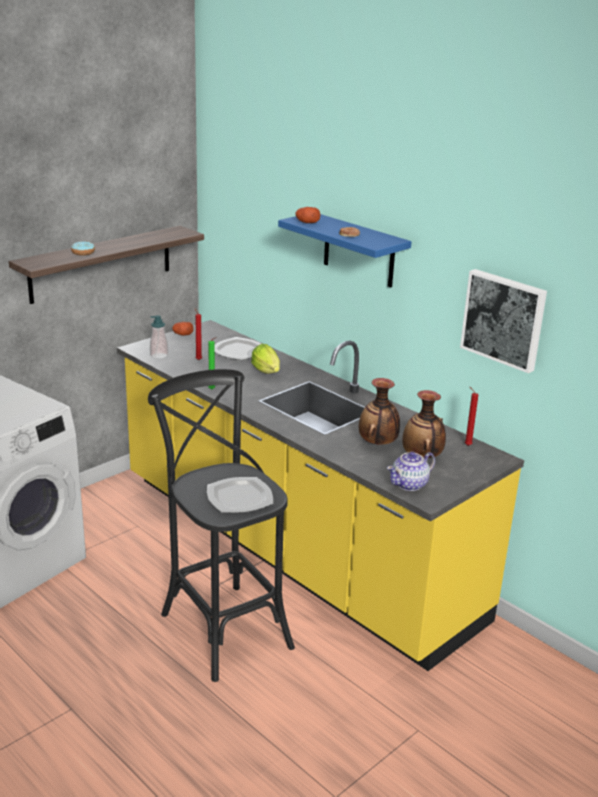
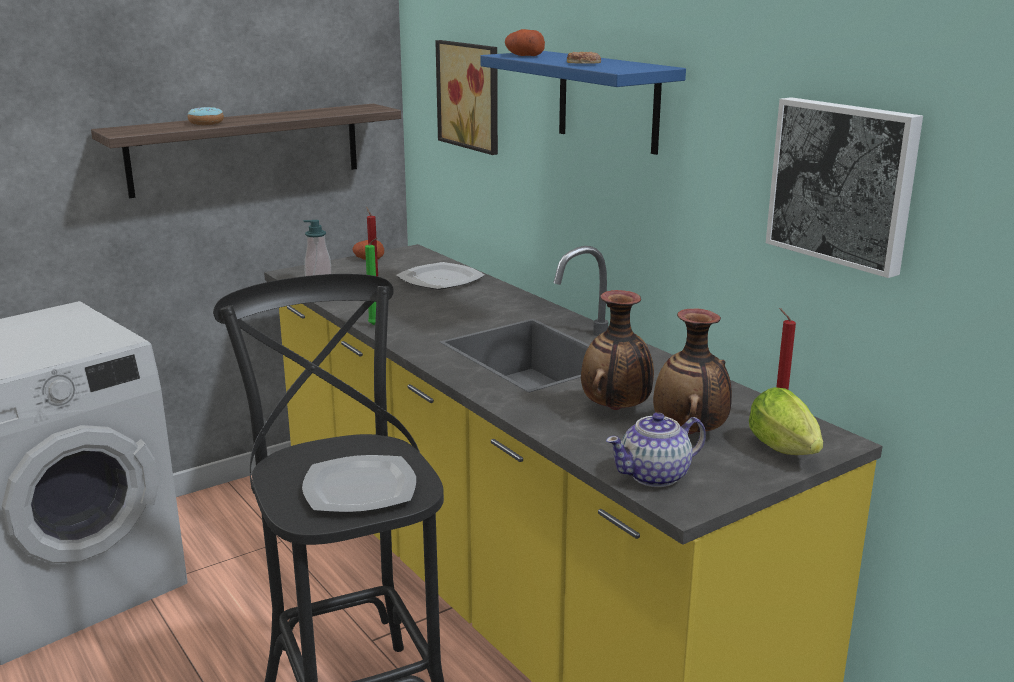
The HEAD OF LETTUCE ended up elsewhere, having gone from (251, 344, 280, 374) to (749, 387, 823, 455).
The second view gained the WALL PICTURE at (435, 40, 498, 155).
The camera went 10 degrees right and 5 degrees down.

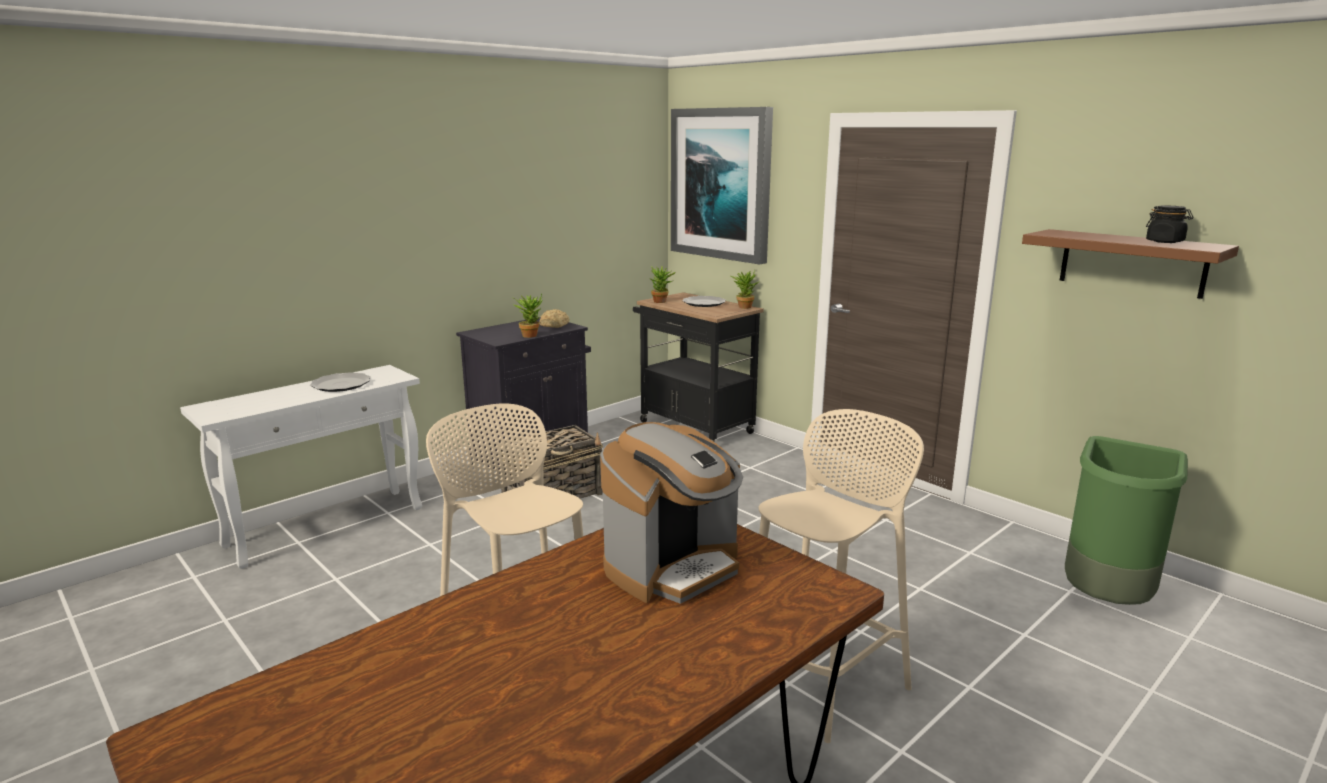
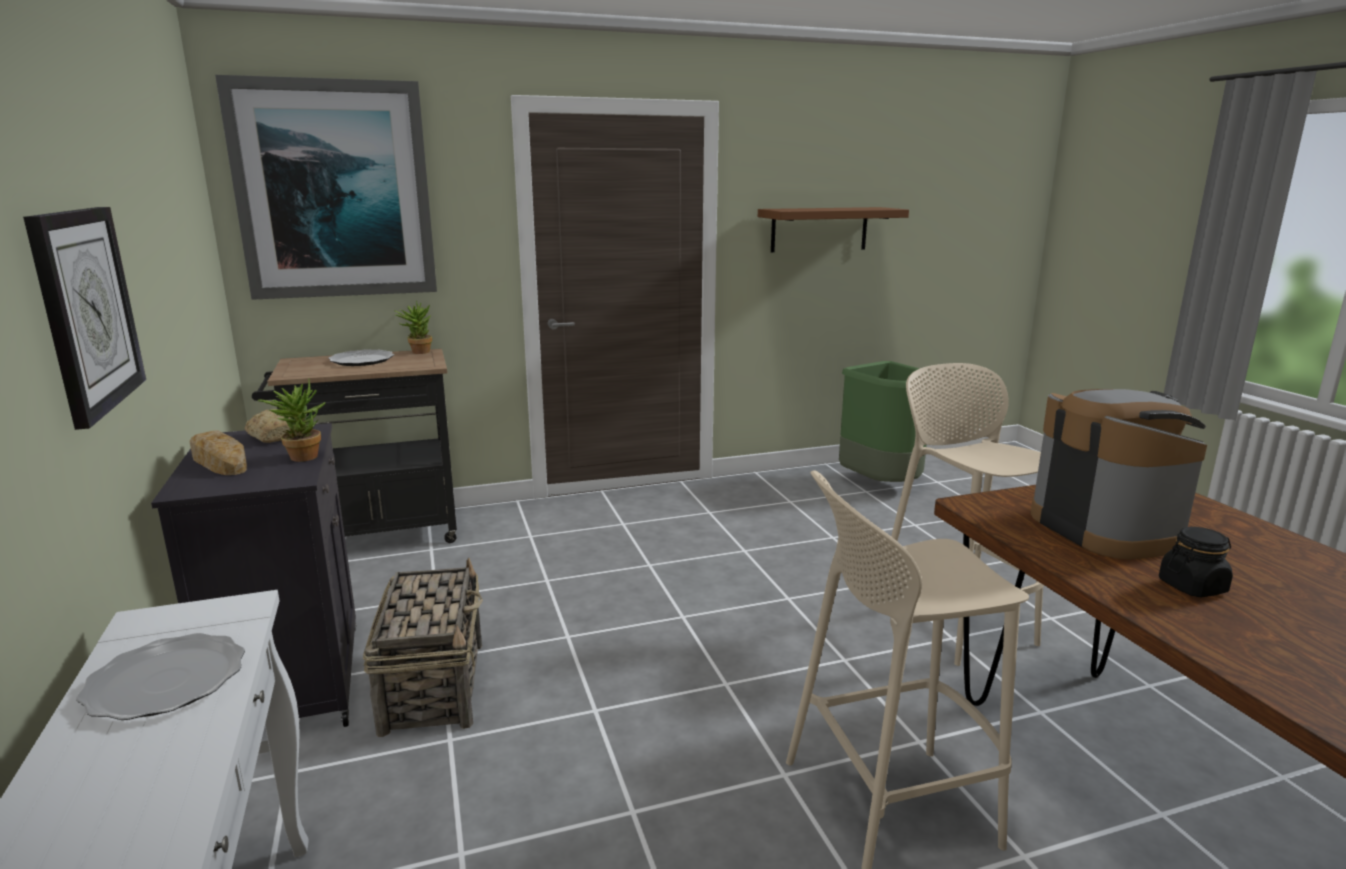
The BLACK STORAGE JAR ended up elsewhere, having gone from (1146, 206, 1193, 243) to (1159, 527, 1233, 597).
The second view lost the HOUSEPLANT at (650, 266, 675, 303).
The second view gained the WALL CLOCK at (23, 207, 146, 430).
The second view gained the BAKERY BREAD at (189, 430, 247, 475).
The camera went 65 degrees left and 0 degrees up.

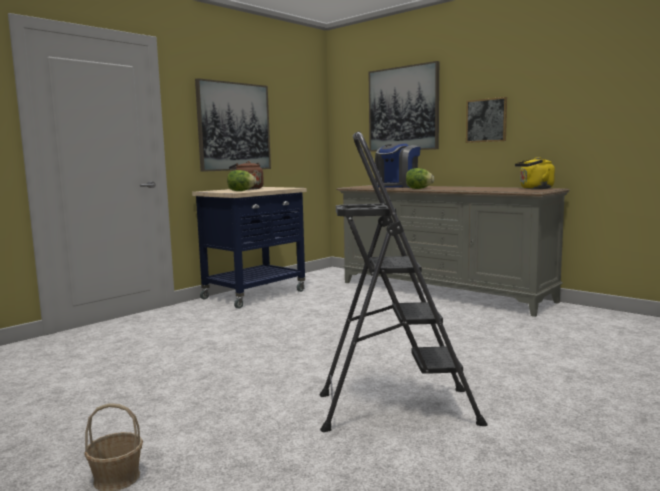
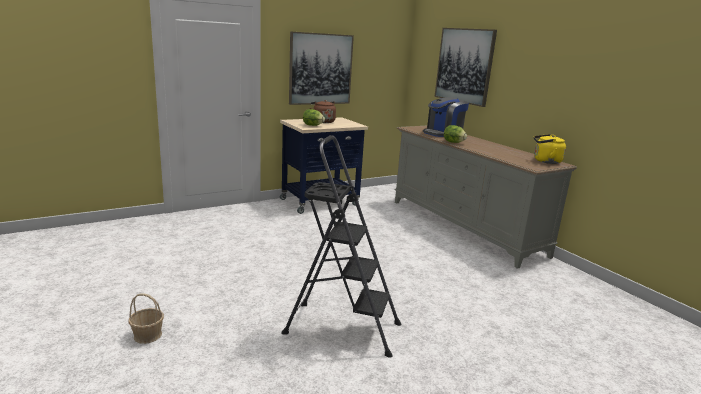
The second view lost the WALL PICTURE at (466, 97, 507, 143).
The camera went 15 degrees right and 10 degrees up.

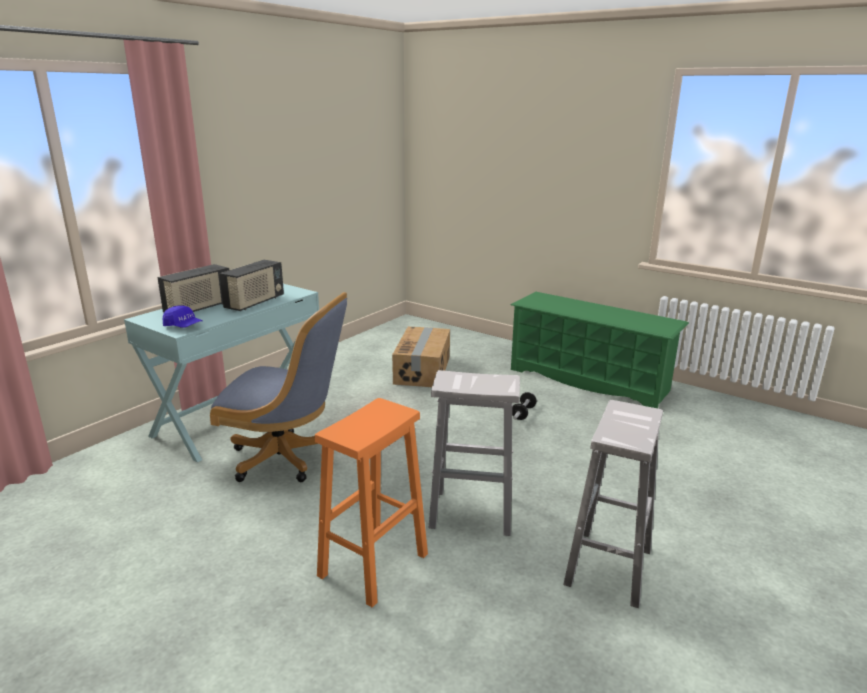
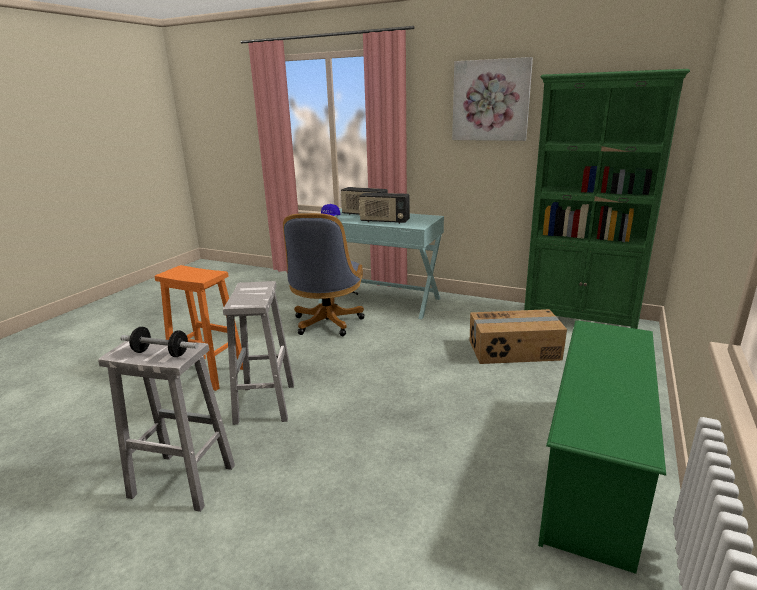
The FREE WEIGHT ended up elsewhere, having gone from (512, 392, 537, 420) to (120, 327, 199, 357).
The second view gained the WALL PICTURE at (452, 57, 533, 141).
The second view gained the GREEN-COLOURED SHELVING UNIT at (524, 69, 690, 329).
The camera went 80 degrees right and 0 degrees up.

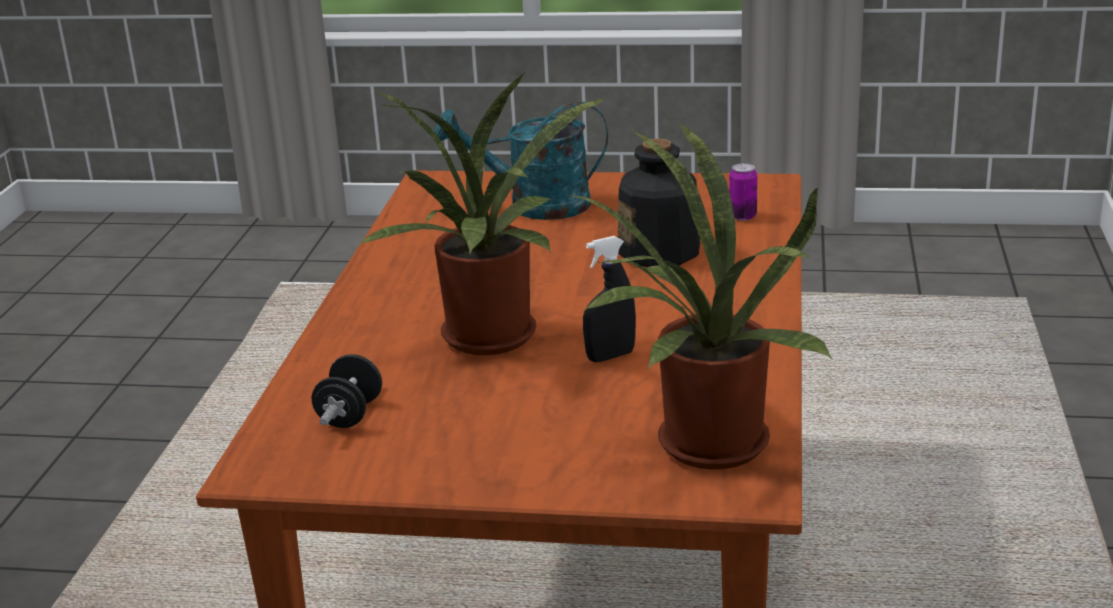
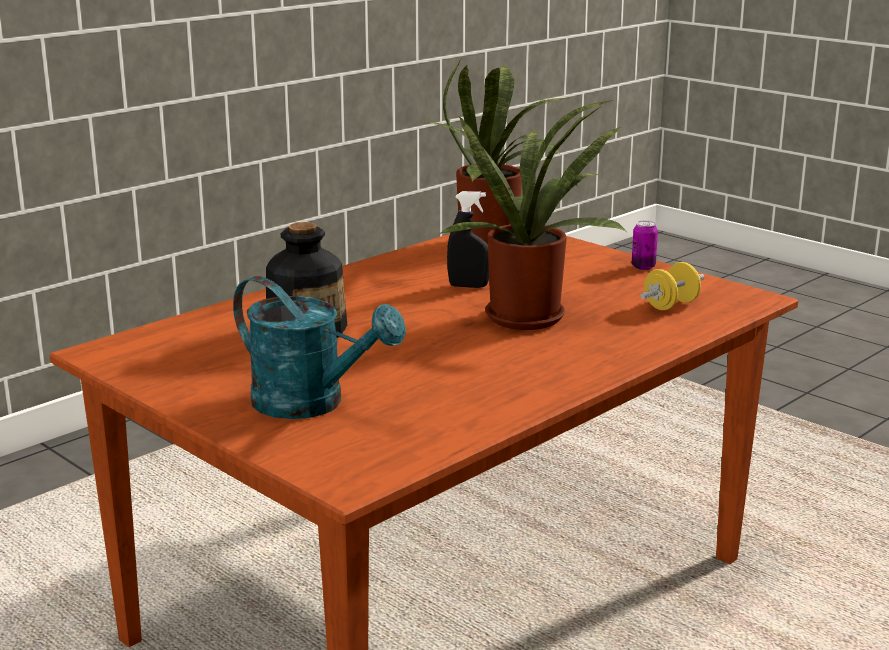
The METAL CAN ended up elsewhere, having gone from (729, 163, 758, 221) to (632, 221, 658, 270).
What was the BLACK FREE WEIGHT at (312, 354, 382, 428) turned into the YELLOWISH FREE WEIGHT at (641, 262, 704, 310).
The camera went 145 degrees left and 5 degrees down.

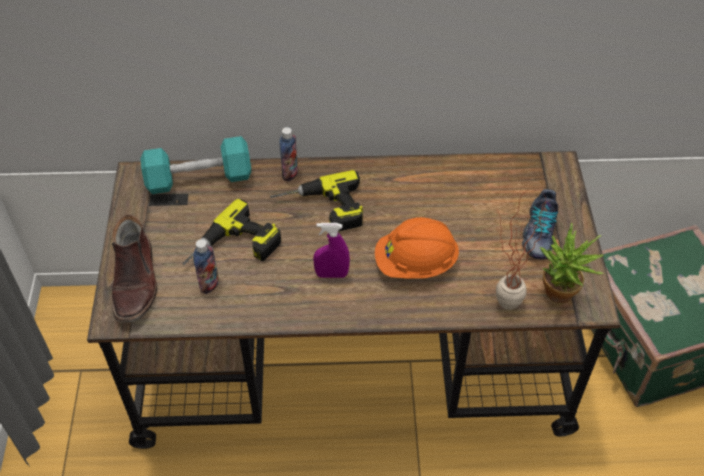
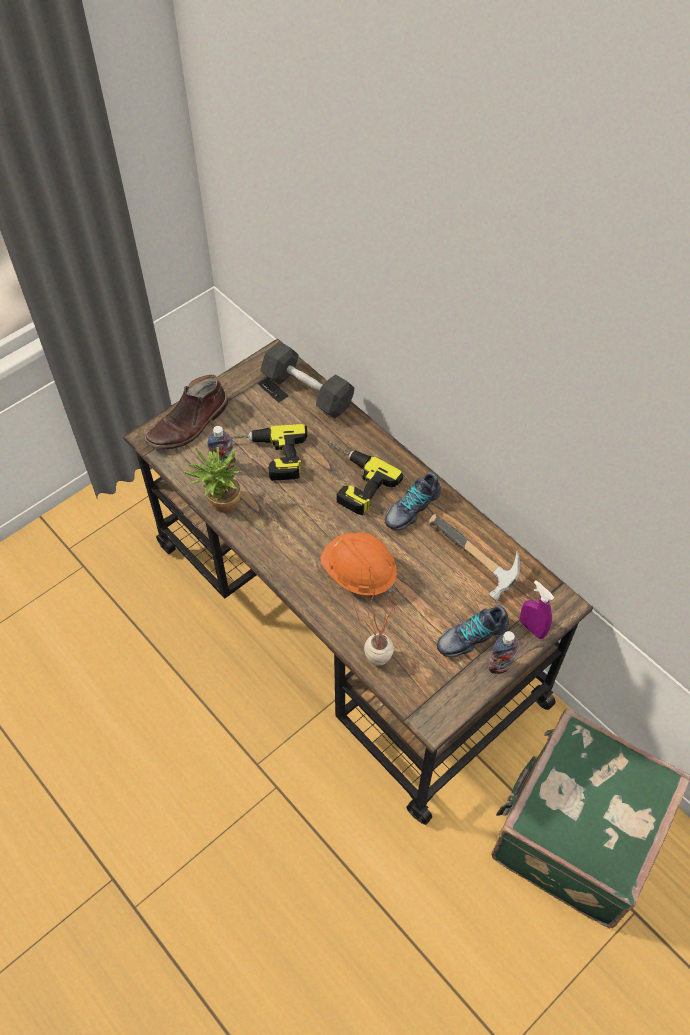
The DRINK BOTTLE ended up elsewhere, having gone from (279, 127, 298, 181) to (488, 631, 519, 674).
What was the BLUE-GREEN FREE WEIGHT at (140, 136, 251, 194) turned into the BLACK FREE WEIGHT at (260, 341, 354, 418).
The PURPLE-COLOURED SPRAY BOTTLE ended up elsewhere, having gone from (313, 223, 350, 278) to (520, 580, 554, 639).
The HOUSEPLANT ended up elsewhere, having gone from (540, 223, 604, 303) to (184, 447, 242, 513).
The second view gained the ITEM OF FOOTWEAR at (385, 472, 441, 530).
The second view gained the HAMMER at (429, 514, 520, 601).
The camera went 50 degrees right and 5 degrees up.

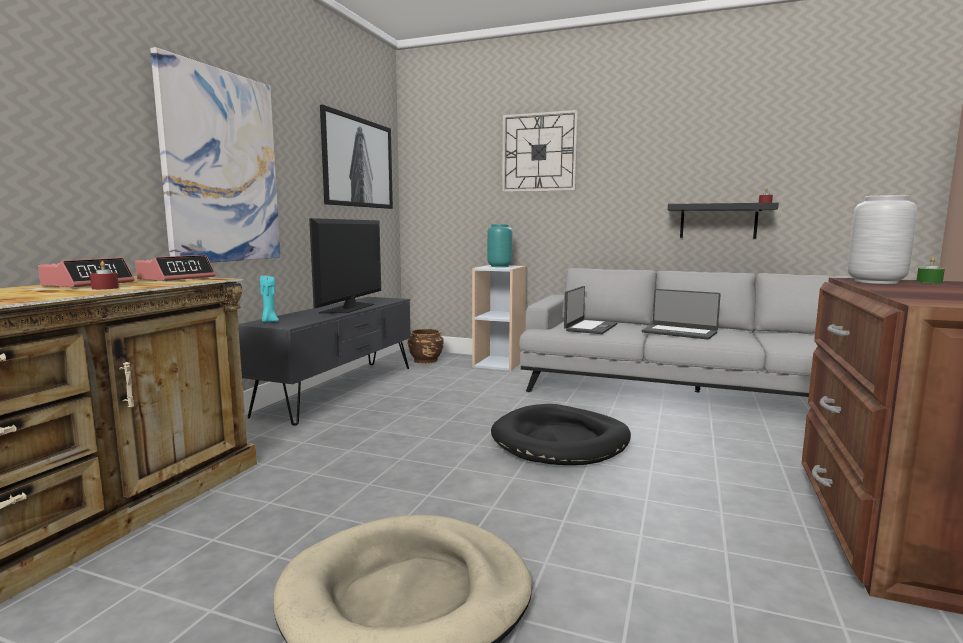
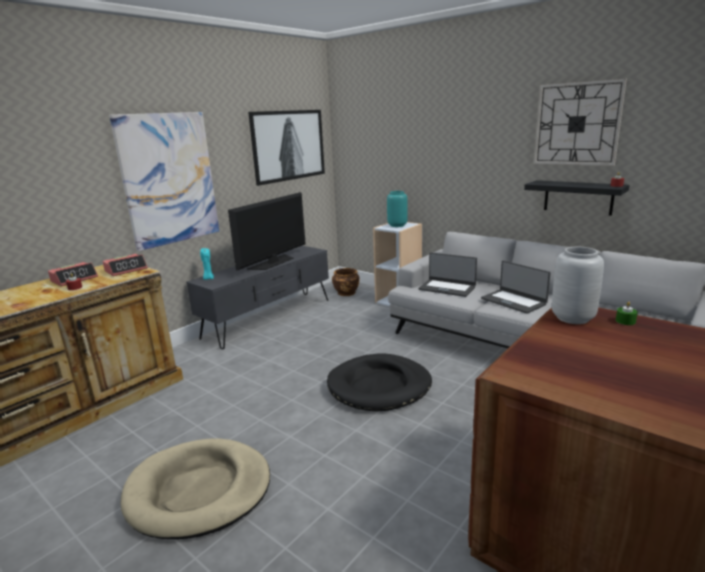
The WALL CLOCK ended up elsewhere, having gone from (502, 110, 578, 192) to (533, 79, 627, 166).
The LAPTOP at (564, 286, 617, 334) ended up facing another way, 75 degrees clockwise from before.
The camera went 20 degrees right and 10 degrees up.

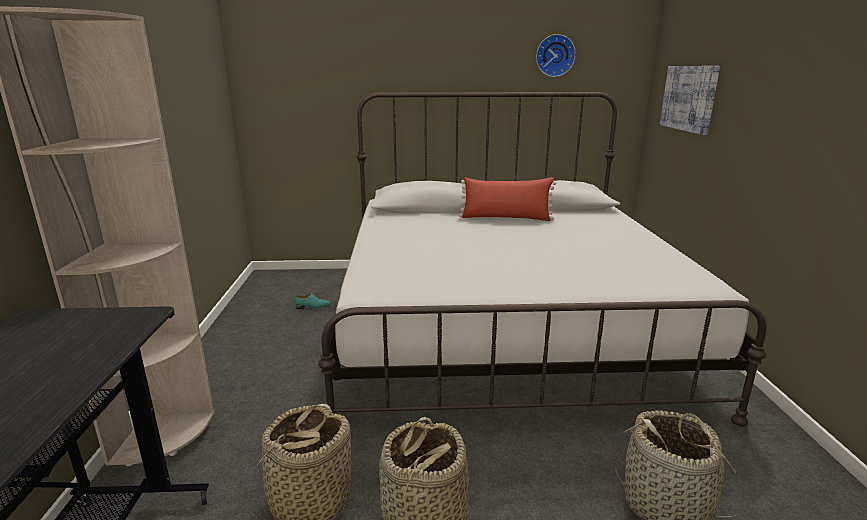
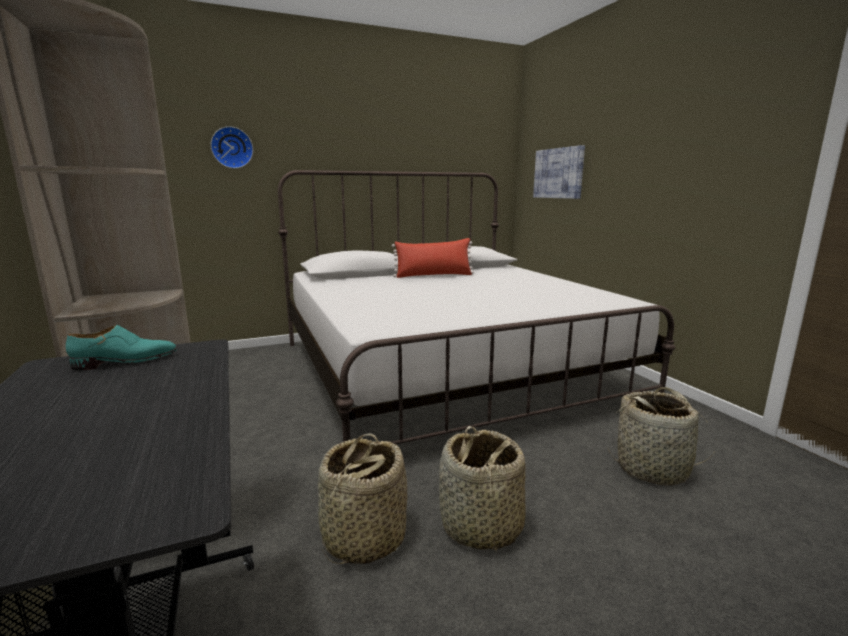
The WALL CLOCK ended up elsewhere, having gone from (536, 34, 576, 77) to (211, 126, 253, 169).
The BLUE-GREEN ITEM OF FOOTWEAR ended up elsewhere, having gone from (295, 293, 331, 309) to (66, 325, 177, 370).
The camera went 20 degrees left and 5 degrees down.

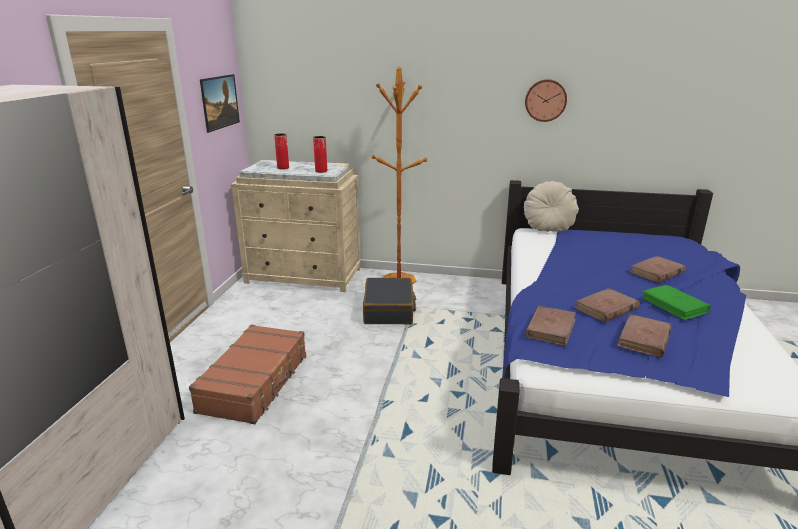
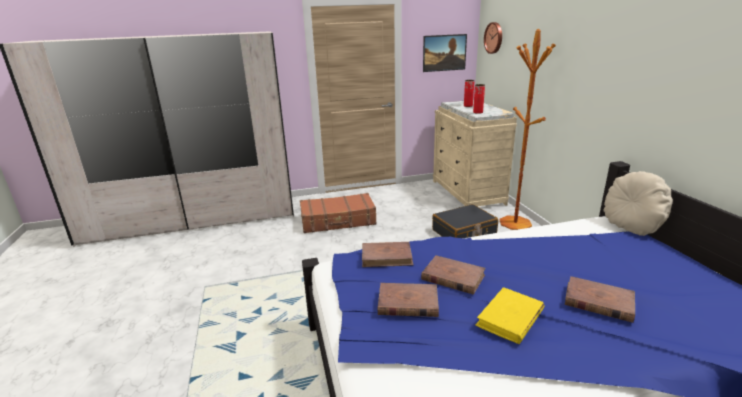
The WALL CLOCK ended up elsewhere, having gone from (525, 79, 567, 122) to (484, 22, 502, 54).
What was the GREEN-COLOURED VOLUME at (641, 285, 711, 320) turned into the YELLOWISH VOLUME at (475, 287, 544, 344).
The camera went 65 degrees right and 0 degrees up.

